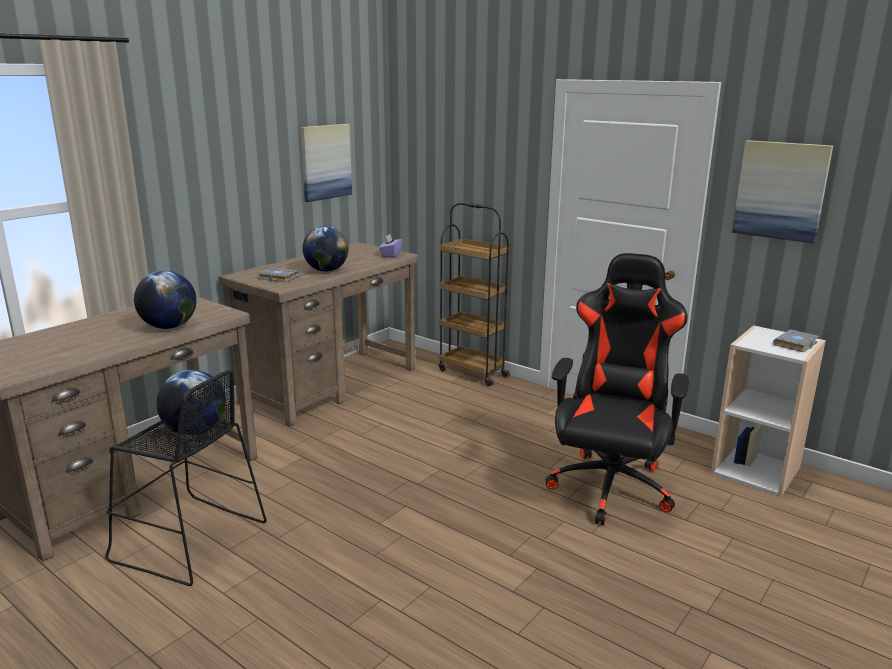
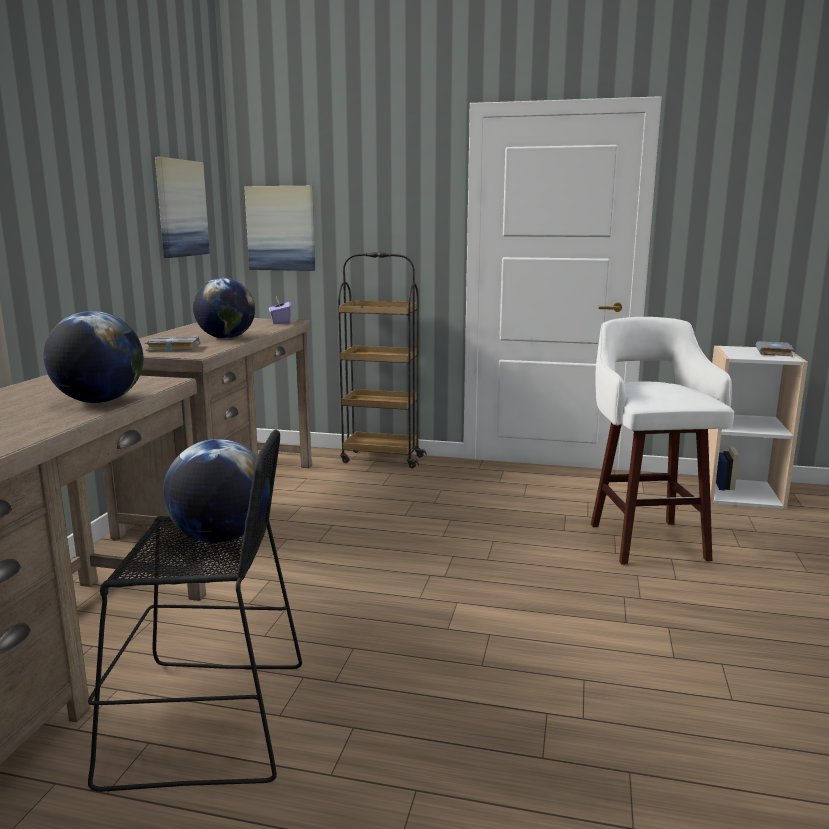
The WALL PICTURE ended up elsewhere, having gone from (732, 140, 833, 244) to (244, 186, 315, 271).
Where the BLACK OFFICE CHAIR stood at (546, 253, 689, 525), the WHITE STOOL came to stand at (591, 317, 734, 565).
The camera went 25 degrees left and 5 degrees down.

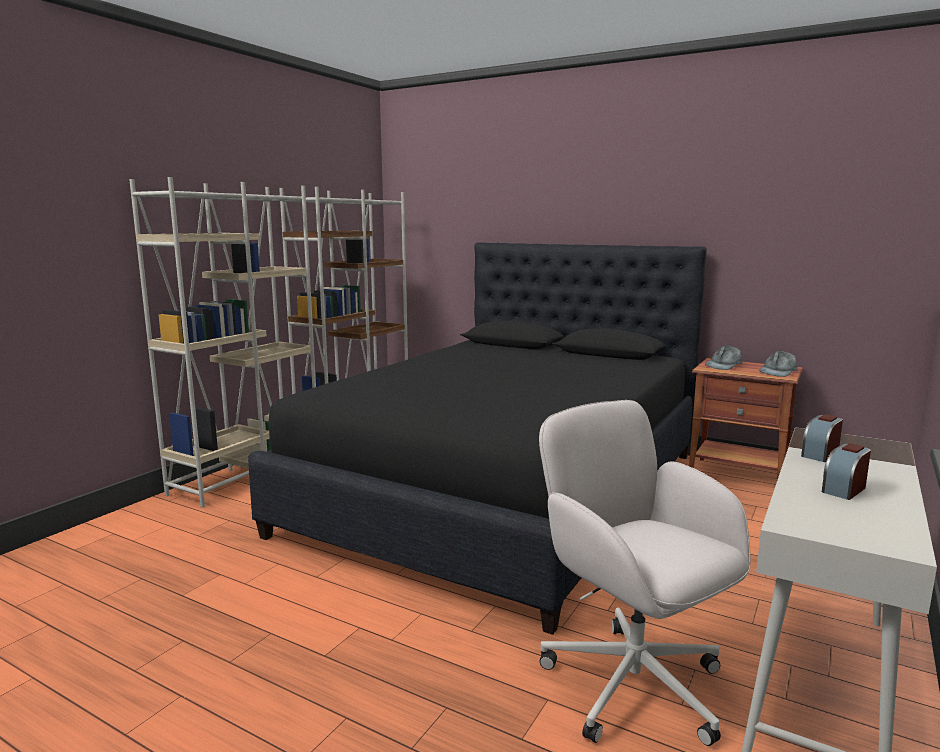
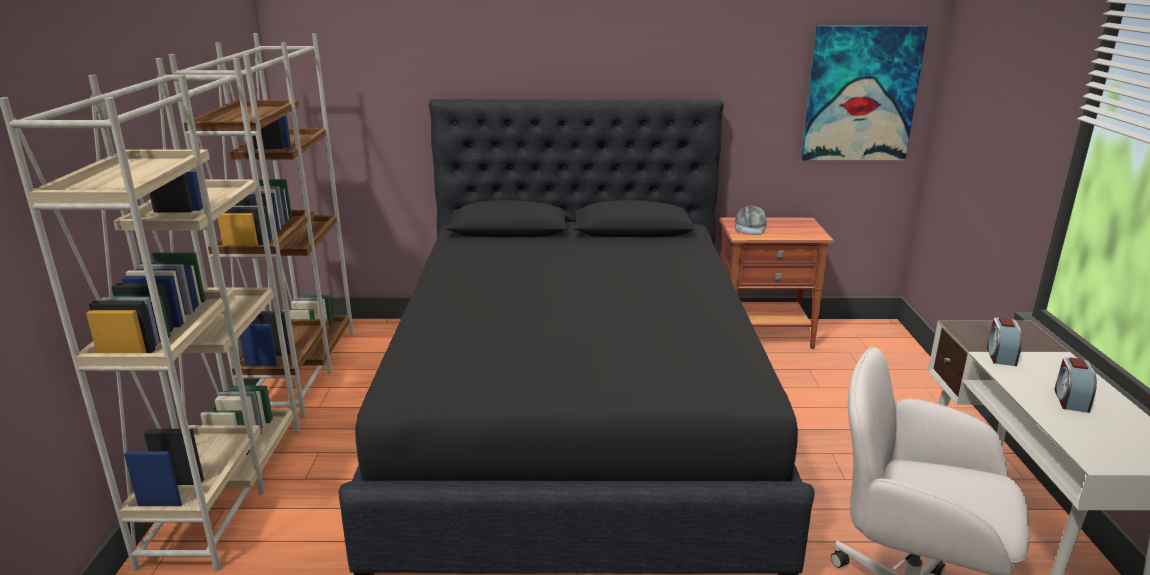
The second view lost the GREYISH BASEBALL CAP at (759, 351, 798, 377).
The second view gained the WALL PICTURE at (801, 26, 928, 160).
The camera went 30 degrees left and 10 degrees up.

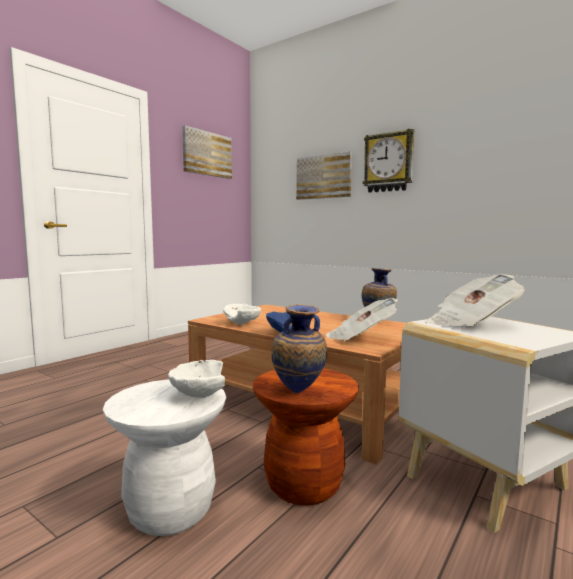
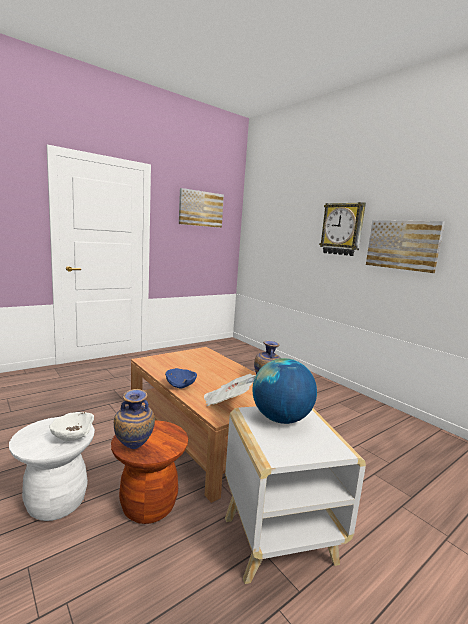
The WALL PICTURE ended up elsewhere, having gone from (296, 151, 352, 200) to (366, 220, 445, 273).
Where the DAILY PAPER stood at (427, 274, 525, 327), the WORLD GLOBE came to stand at (252, 358, 317, 424).
The second view lost the WHITE BOWL at (223, 304, 261, 325).
The camera went 15 degrees right and 5 degrees up.

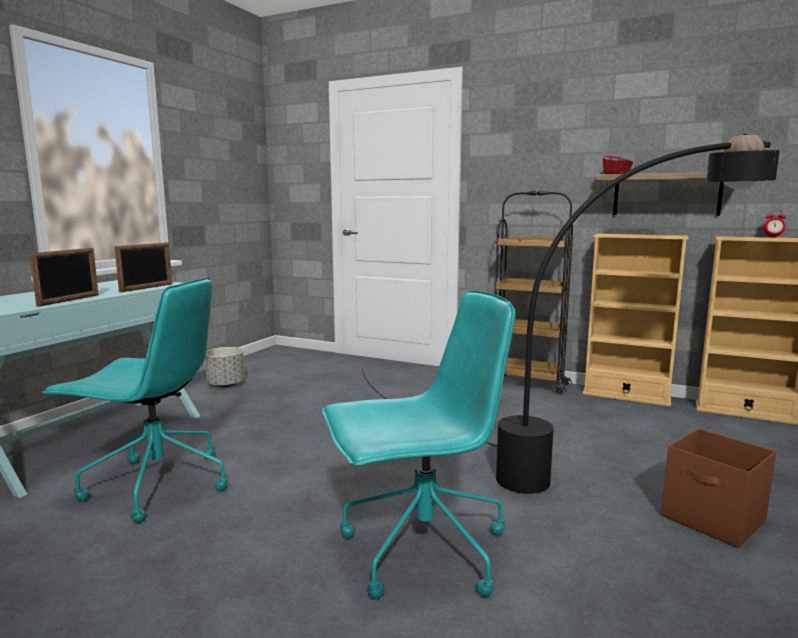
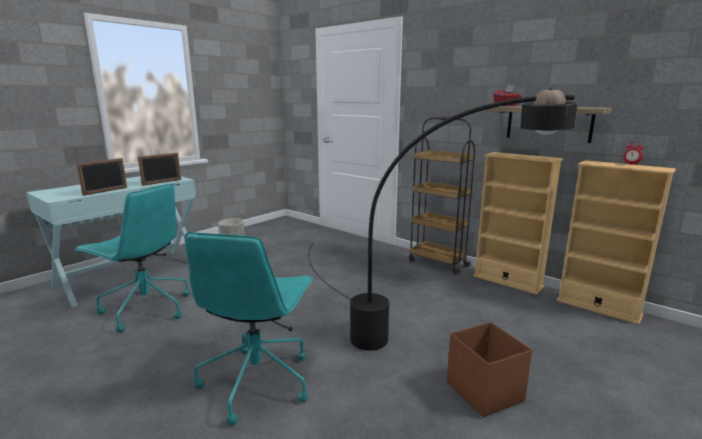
The BLUE-GREEN OFFICE CHAIR at (322, 290, 516, 599) ended up facing another way, 105 degrees clockwise from before.
The camera went 15 degrees right and 5 degrees up.

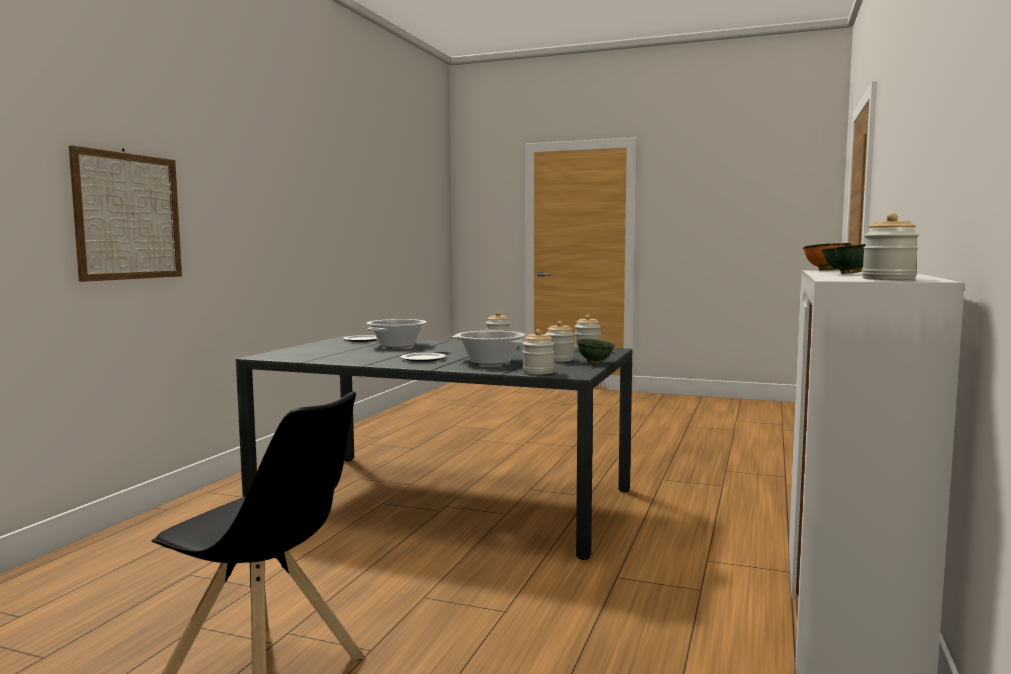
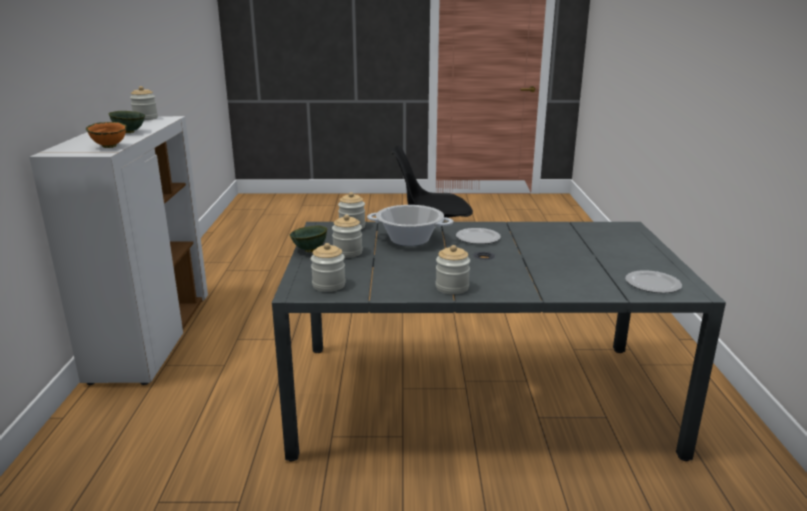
The second view lost the WALL PICTURE at (69, 145, 182, 282).
The second view lost the STOCKPOT at (366, 319, 427, 348).
The camera went 160 degrees right and 15 degrees up.

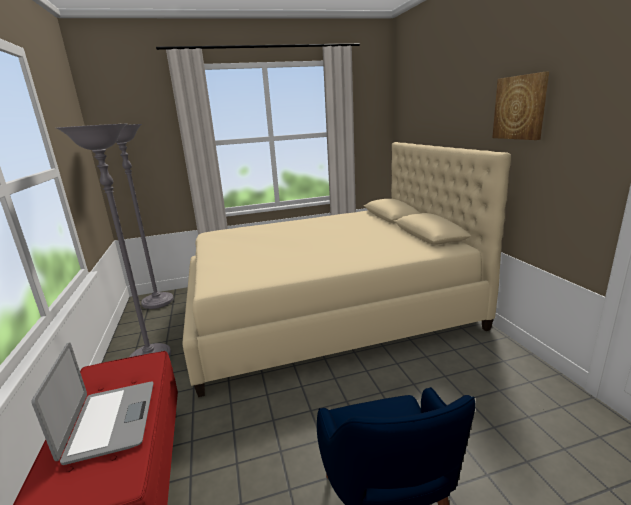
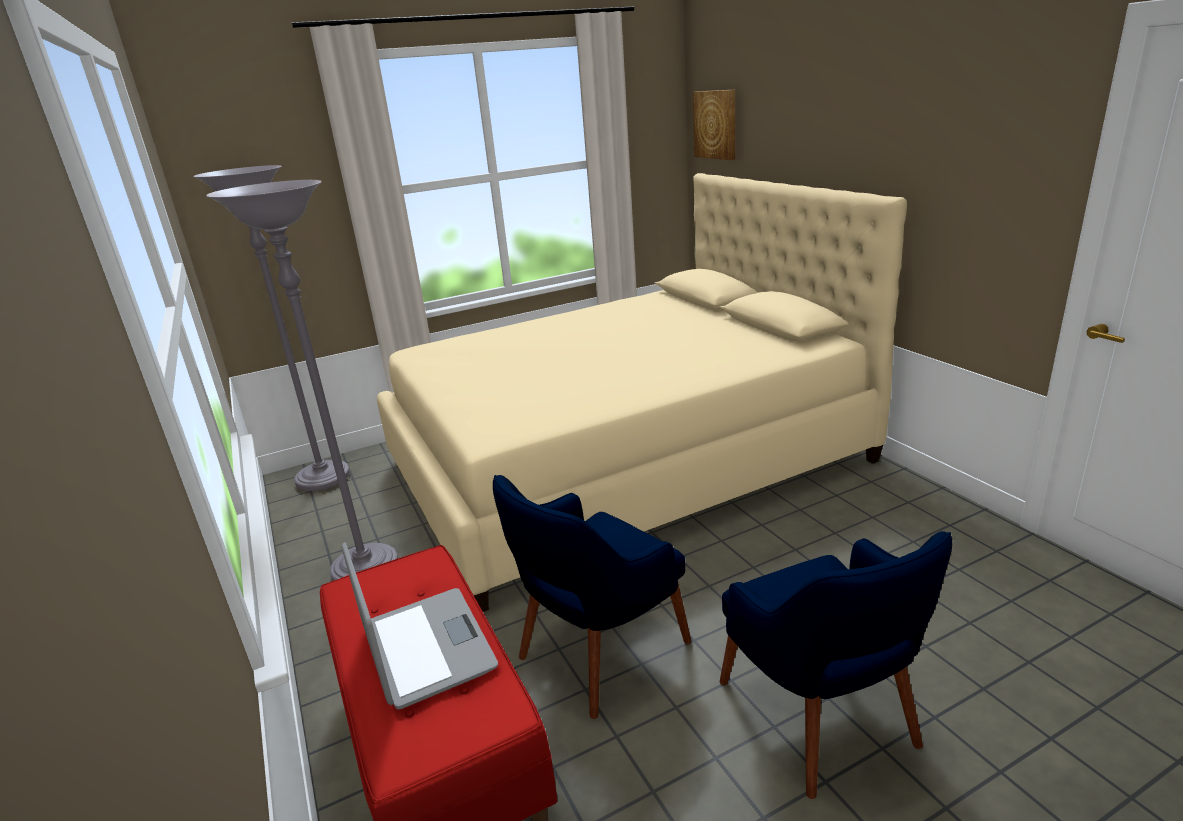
The WALL PICTURE ended up elsewhere, having gone from (492, 71, 549, 140) to (693, 90, 735, 160).
The second view gained the BLUE ARMCHAIR at (493, 475, 691, 719).
The camera went 10 degrees left and 5 degrees up.

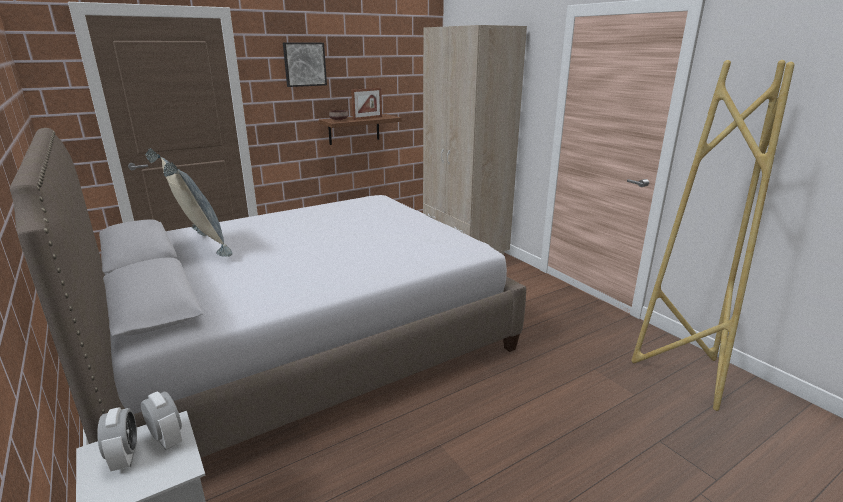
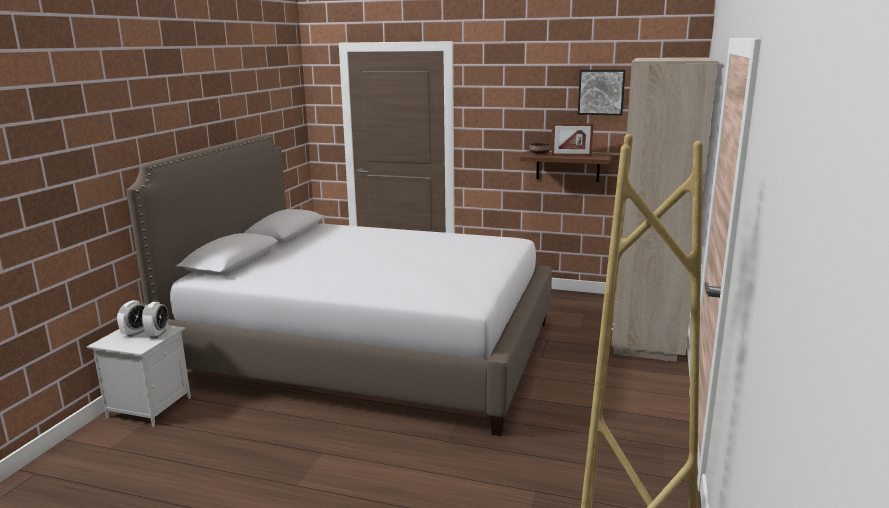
The WALL PICTURE ended up elsewhere, having gone from (283, 43, 327, 87) to (578, 70, 625, 115).
The second view lost the PILLOW at (146, 148, 232, 257).
The camera went 50 degrees right and 5 degrees down.

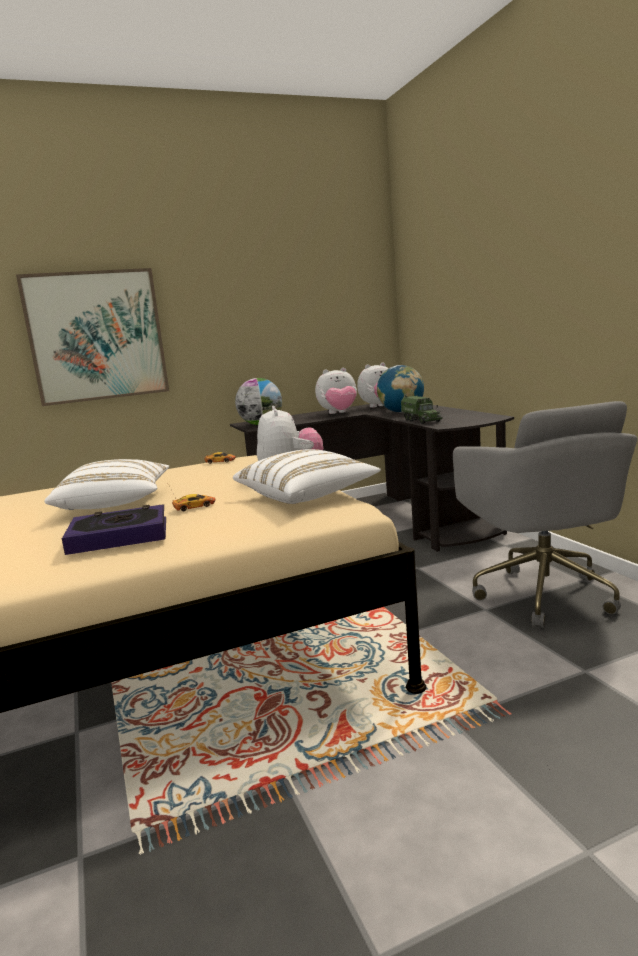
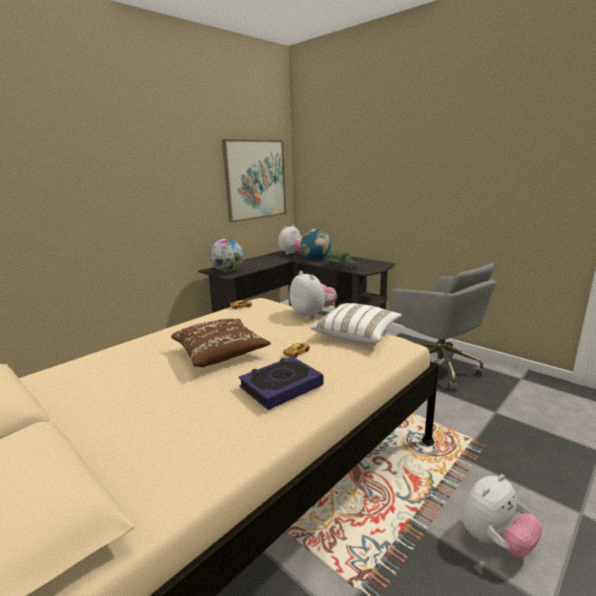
The WALL PICTURE ended up elsewhere, having gone from (16, 268, 169, 406) to (222, 139, 286, 223).
The CUDDLY TOY ended up elsewhere, having gone from (315, 368, 357, 414) to (461, 474, 542, 558).
What was the WHITE PILLOW at (44, 459, 169, 510) turned into the BROWN PILLOW at (171, 319, 271, 367).
The camera went 25 degrees left and 5 degrees up.

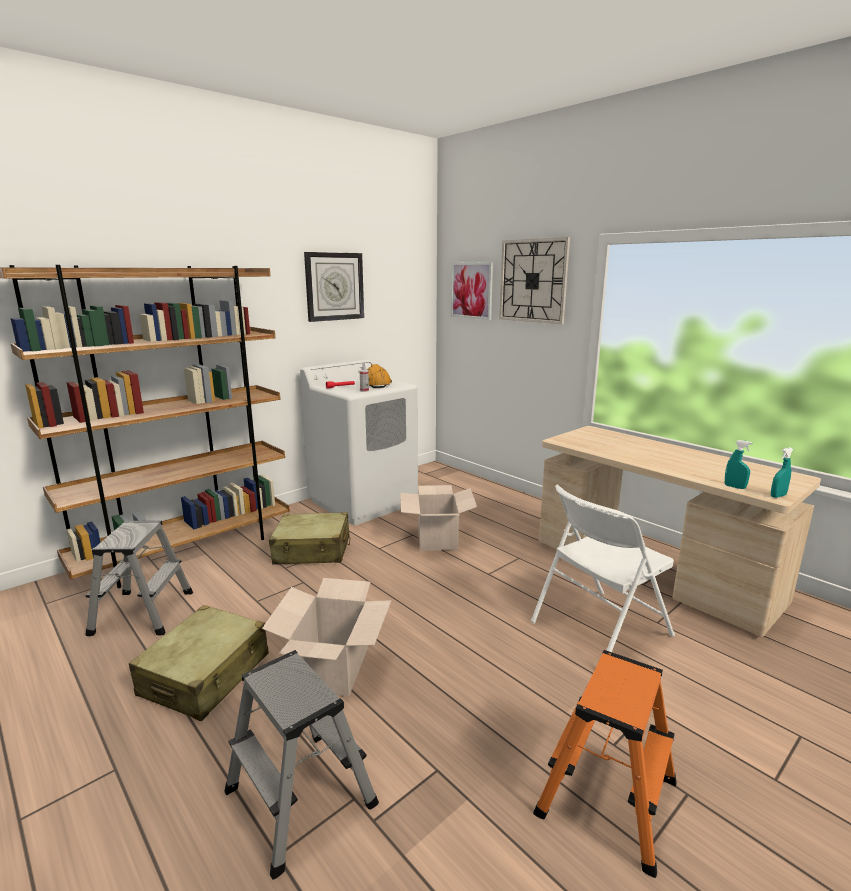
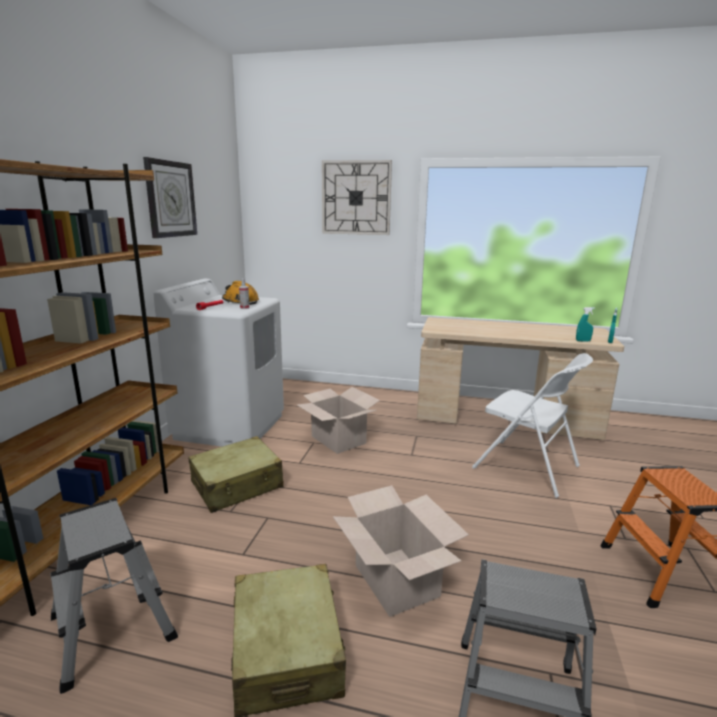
The second view lost the WALL PICTURE at (451, 262, 493, 320).
The WHITE UPRIGHT CHAIR at (531, 484, 675, 652) ended up facing another way, 75 degrees counterclockwise from before.
The camera went 35 degrees left and 0 degrees up.

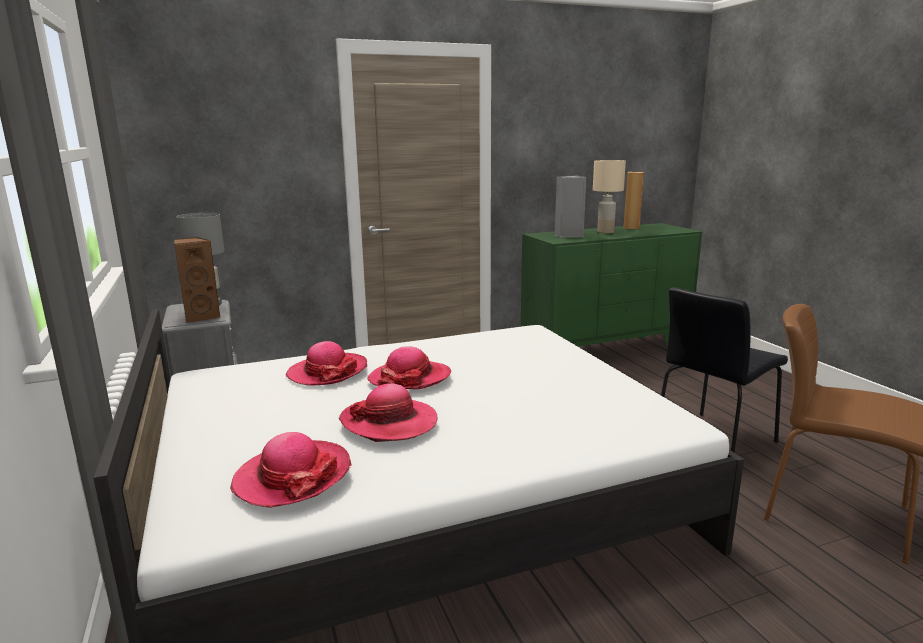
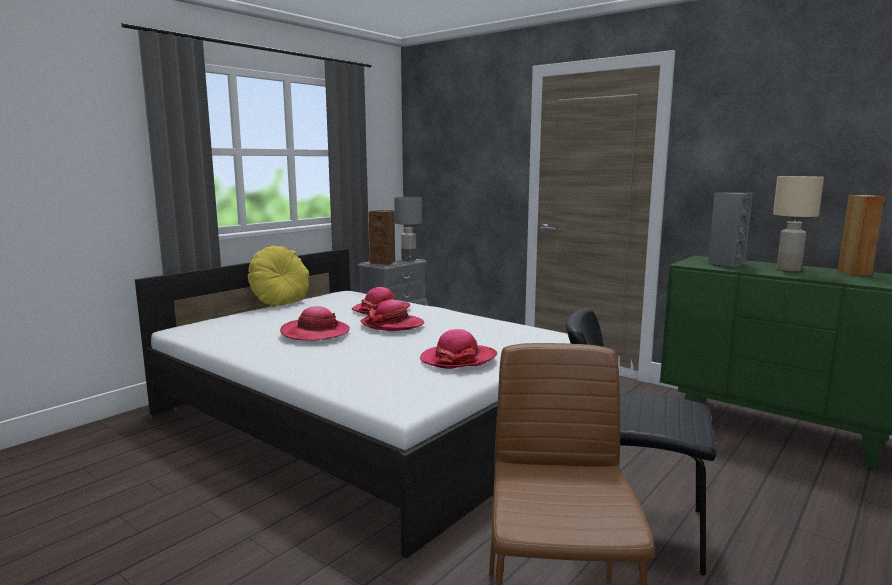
The HAT ended up elsewhere, having gone from (230, 432, 352, 508) to (420, 329, 497, 369).
The second view gained the YELLOWISH PILLOW at (248, 246, 309, 307).
The camera went 60 degrees right and 5 degrees down.

